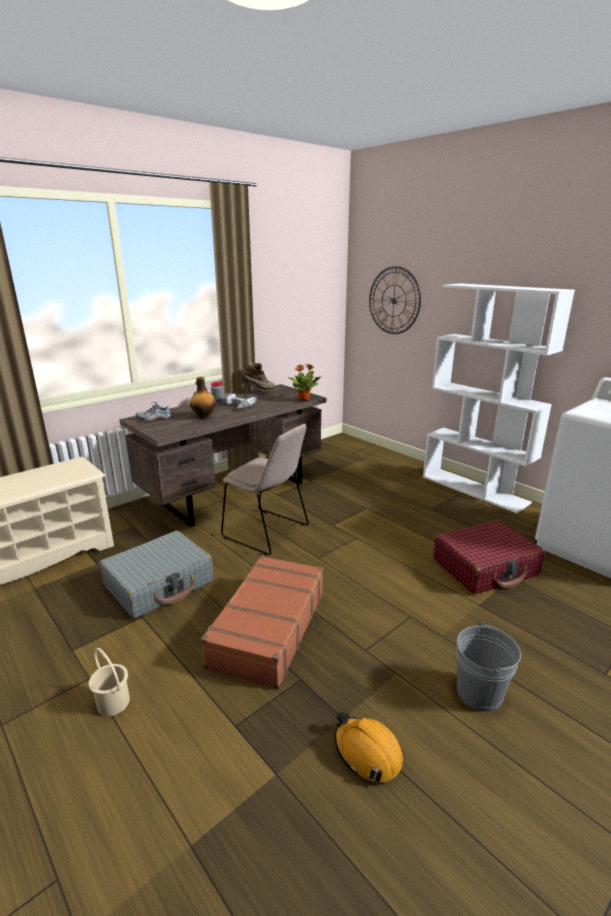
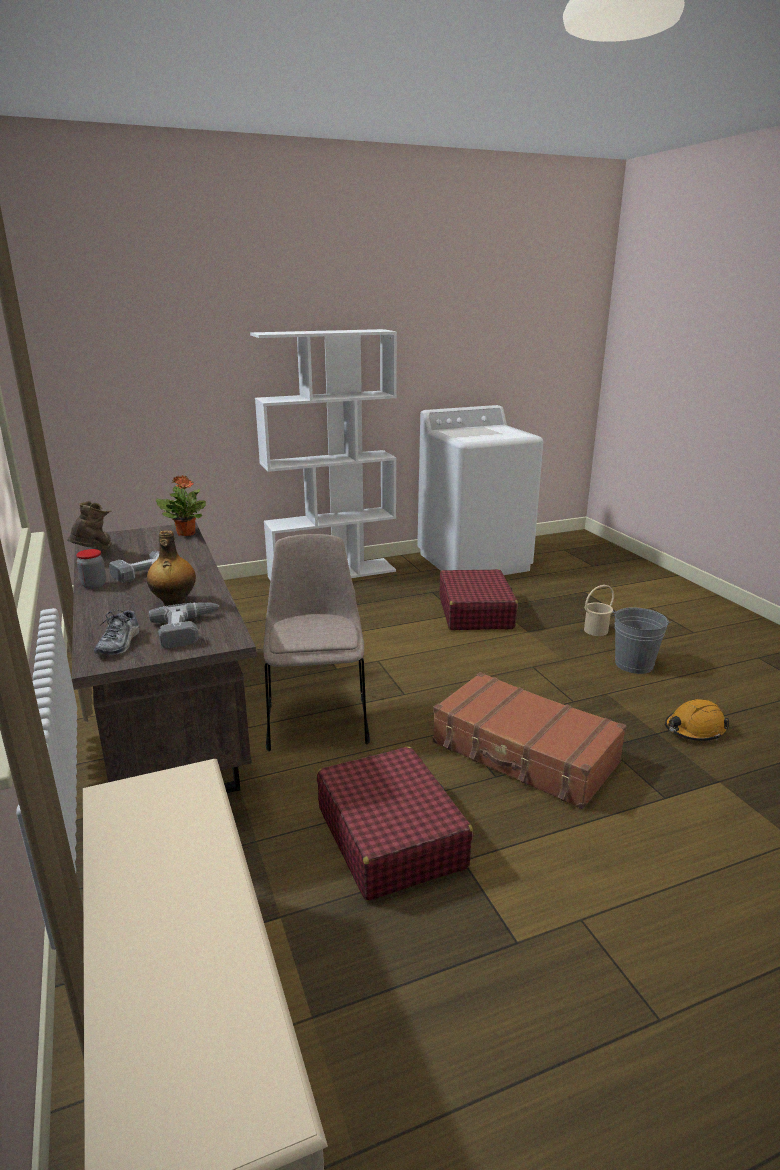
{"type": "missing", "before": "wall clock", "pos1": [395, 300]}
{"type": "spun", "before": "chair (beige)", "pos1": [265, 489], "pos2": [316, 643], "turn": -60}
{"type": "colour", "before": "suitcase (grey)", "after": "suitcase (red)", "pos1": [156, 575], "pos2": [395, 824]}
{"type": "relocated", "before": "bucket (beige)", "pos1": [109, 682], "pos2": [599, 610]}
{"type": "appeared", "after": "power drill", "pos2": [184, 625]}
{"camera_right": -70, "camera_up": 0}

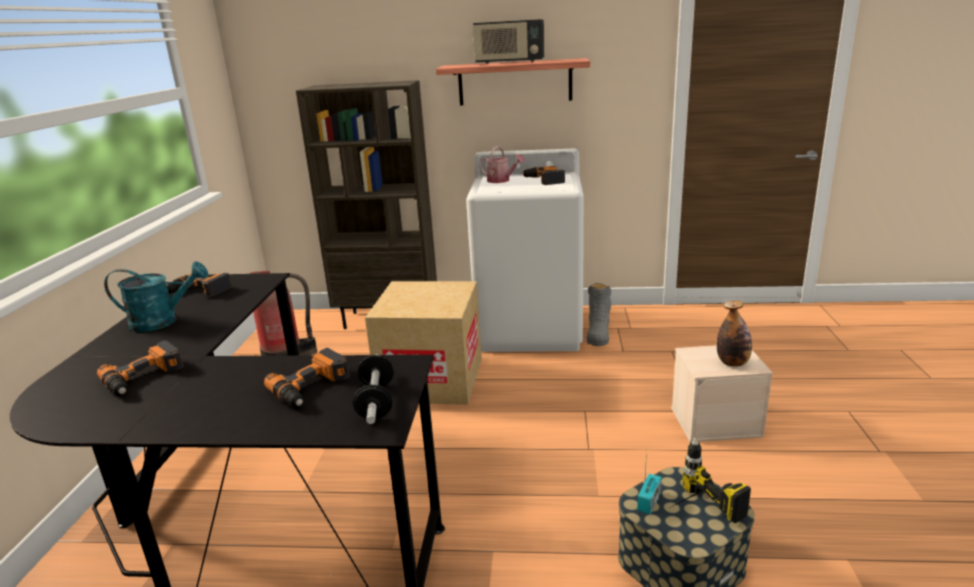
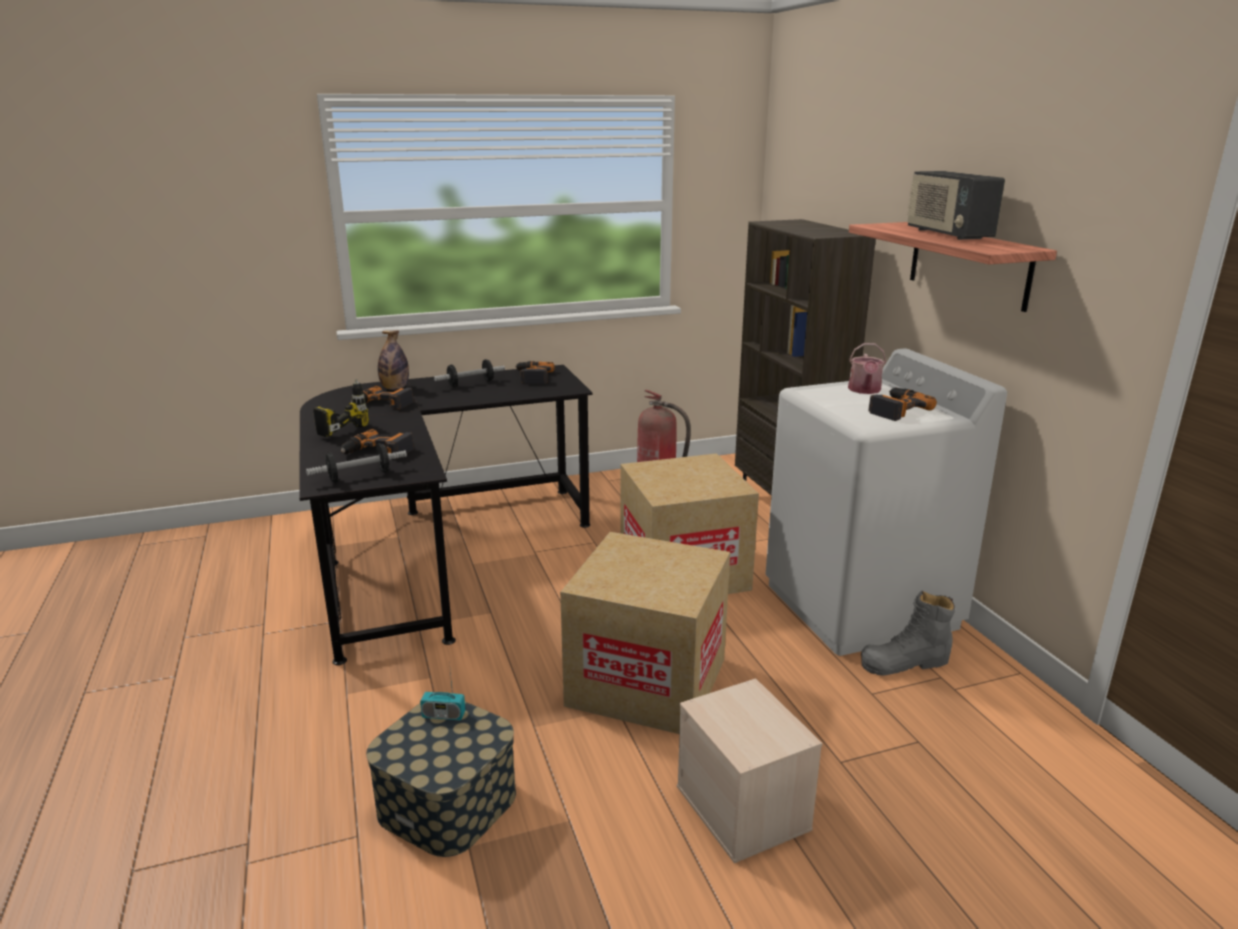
{"type": "exchanged", "before": "watering can (turquoise)", "after": "dumbbell", "pos1": [156, 296], "pos2": [469, 373]}
{"type": "relocated", "before": "bottle", "pos1": [734, 333], "pos2": [393, 360]}
{"type": "relocated", "before": "power drill", "pos1": [711, 480], "pos2": [341, 408]}
{"type": "appeared", "after": "cardboard box", "pos2": [645, 633]}
{"camera_right": 65, "camera_up": 0}

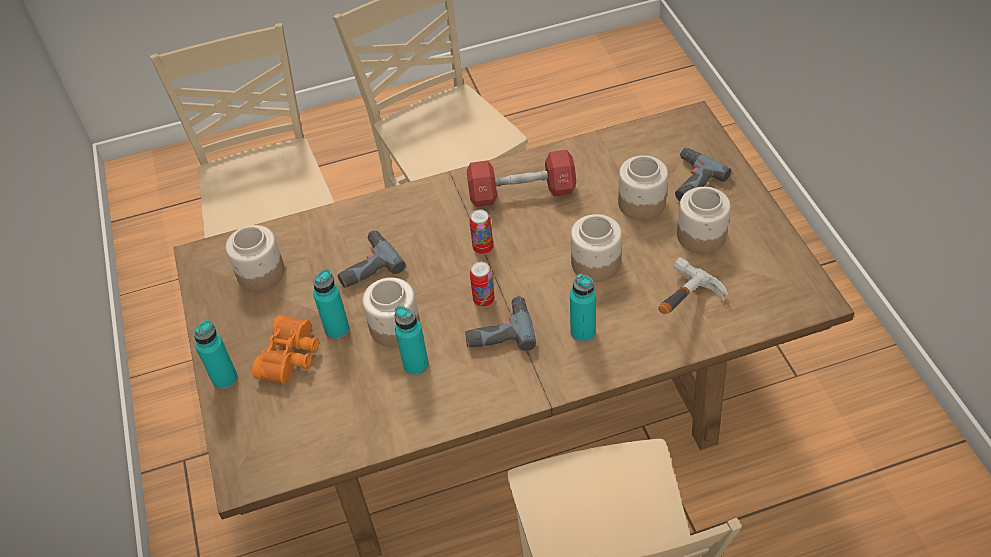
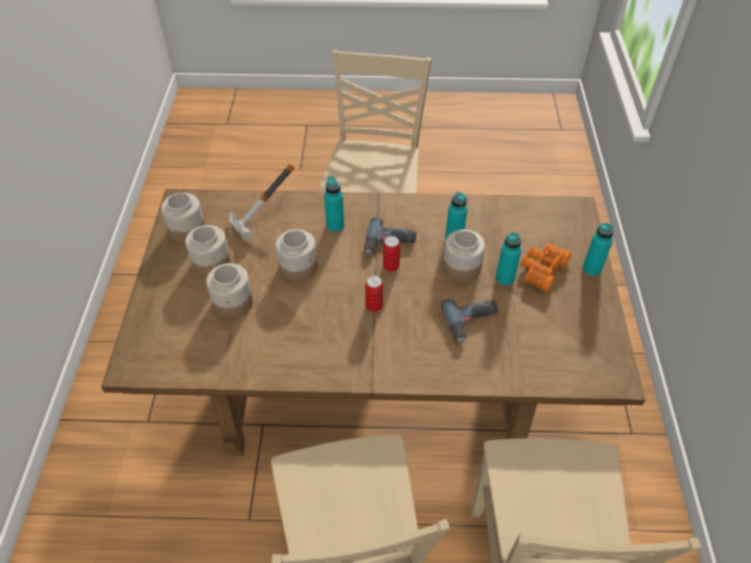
{"type": "missing", "before": "power drill", "pos1": [703, 174]}
{"type": "missing", "before": "dumbbell (red)", "pos1": [521, 178]}
{"type": "relocated", "before": "jar", "pos1": [255, 258], "pos2": [183, 218]}
{"camera_right": -165, "camera_up": 0}

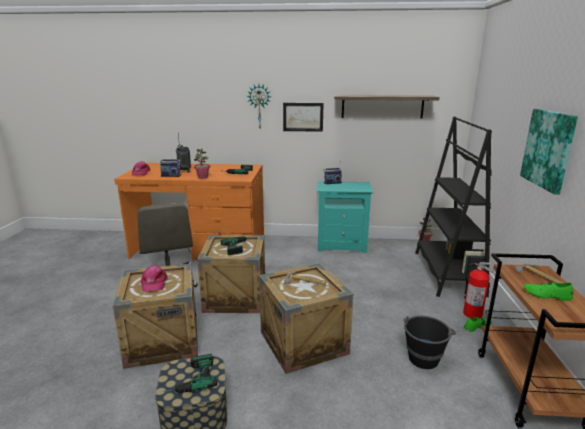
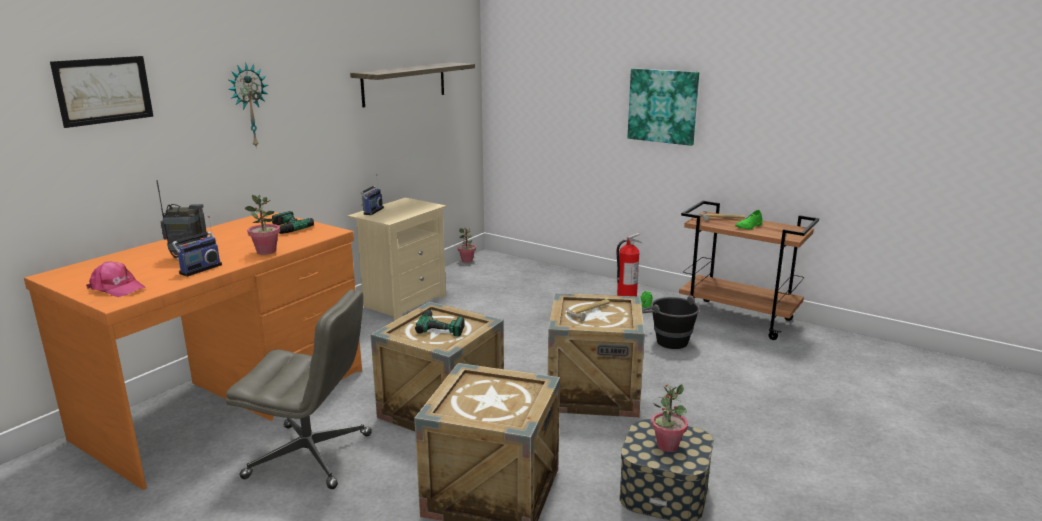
{"type": "relocated", "before": "picture", "pos1": [303, 117], "pos2": [101, 92]}
{"type": "missing", "before": "bookcase (black)", "pos1": [453, 207]}
{"type": "colour", "before": "nightstand (turquoise)", "after": "nightstand (beige)", "pos1": [345, 217], "pos2": [396, 259]}
{"type": "missing", "before": "cap (pink)", "pos1": [154, 278]}
{"type": "exchanged", "before": "power drill", "after": "potted plant", "pos1": [190, 373], "pos2": [669, 418]}
{"camera_right": -60, "camera_up": 0}

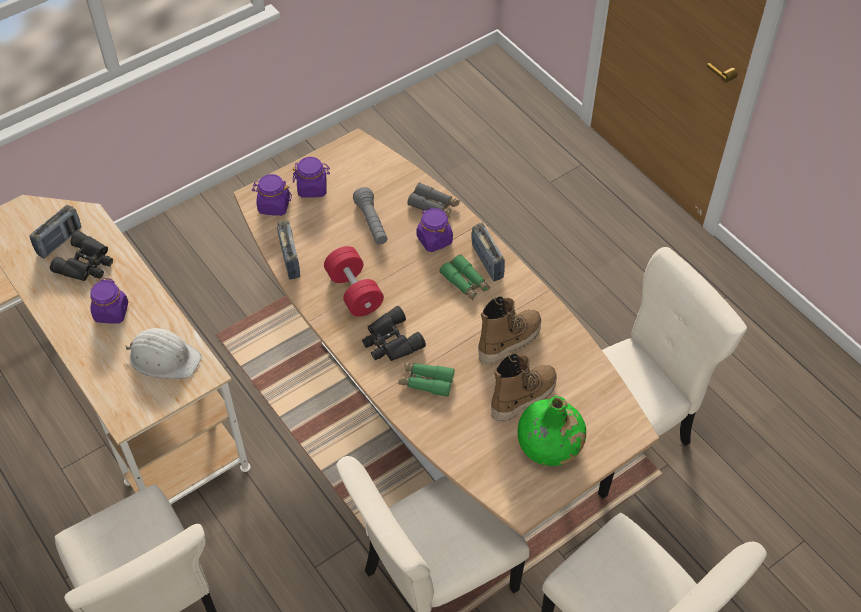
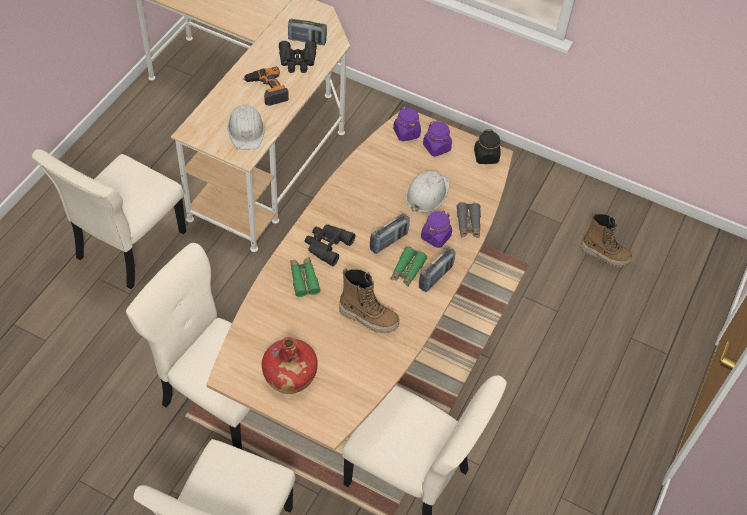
{"type": "exchanged", "before": "flashlight (grey)", "after": "hard hat (white)", "pos1": [370, 216], "pos2": [427, 192]}
{"type": "relocated", "before": "radio", "pos1": [288, 249], "pos2": [390, 233]}
{"type": "missing", "before": "dumbbell (red)", "pos1": [354, 281]}
{"type": "exchanged", "before": "jar (purple)", "after": "power drill", "pos1": [109, 301], "pos2": [266, 86]}
{"type": "relocated", "before": "boot", "pos1": [524, 388], "pos2": [606, 239]}
{"type": "colour", "before": "bottle (green)", "after": "bottle (red)", "pos1": [551, 430], "pos2": [290, 365]}
{"type": "appeared", "after": "jar (black)", "pos2": [487, 147]}
{"camera_right": 60, "camera_up": 0}

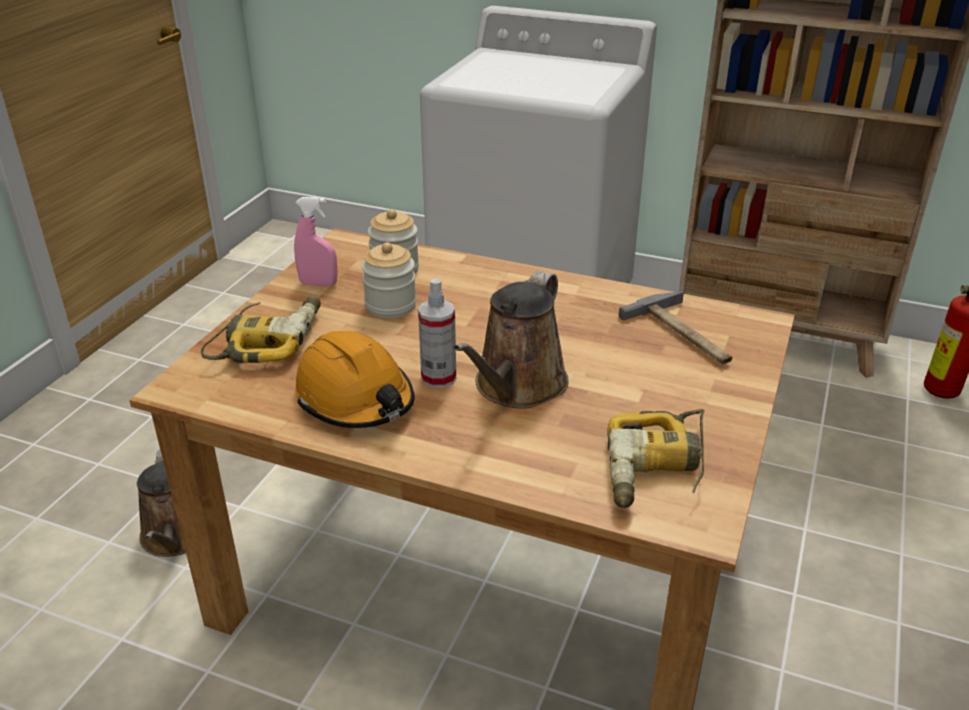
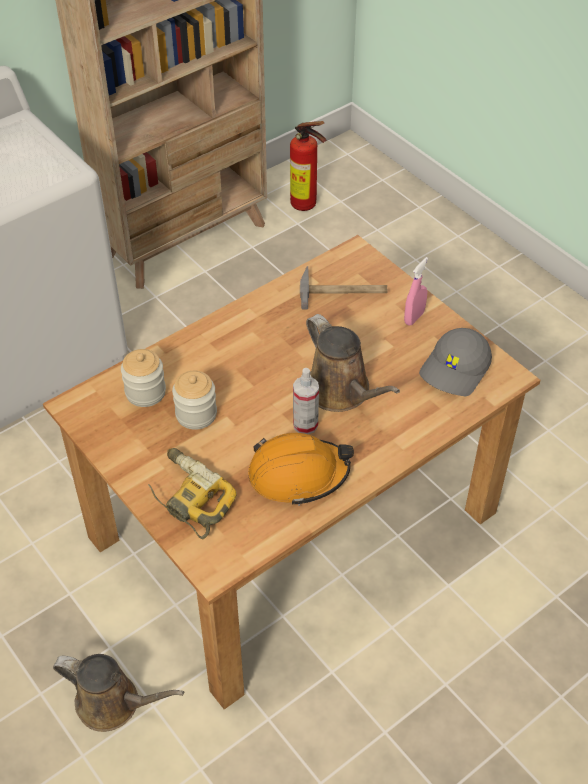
{"type": "relocated", "before": "spray bottle (pink)", "pos1": [315, 241], "pos2": [416, 291]}
{"type": "exchanged", "before": "power drill", "after": "cap (grey)", "pos1": [655, 458], "pos2": [455, 362]}
{"camera_right": -60, "camera_up": 15}

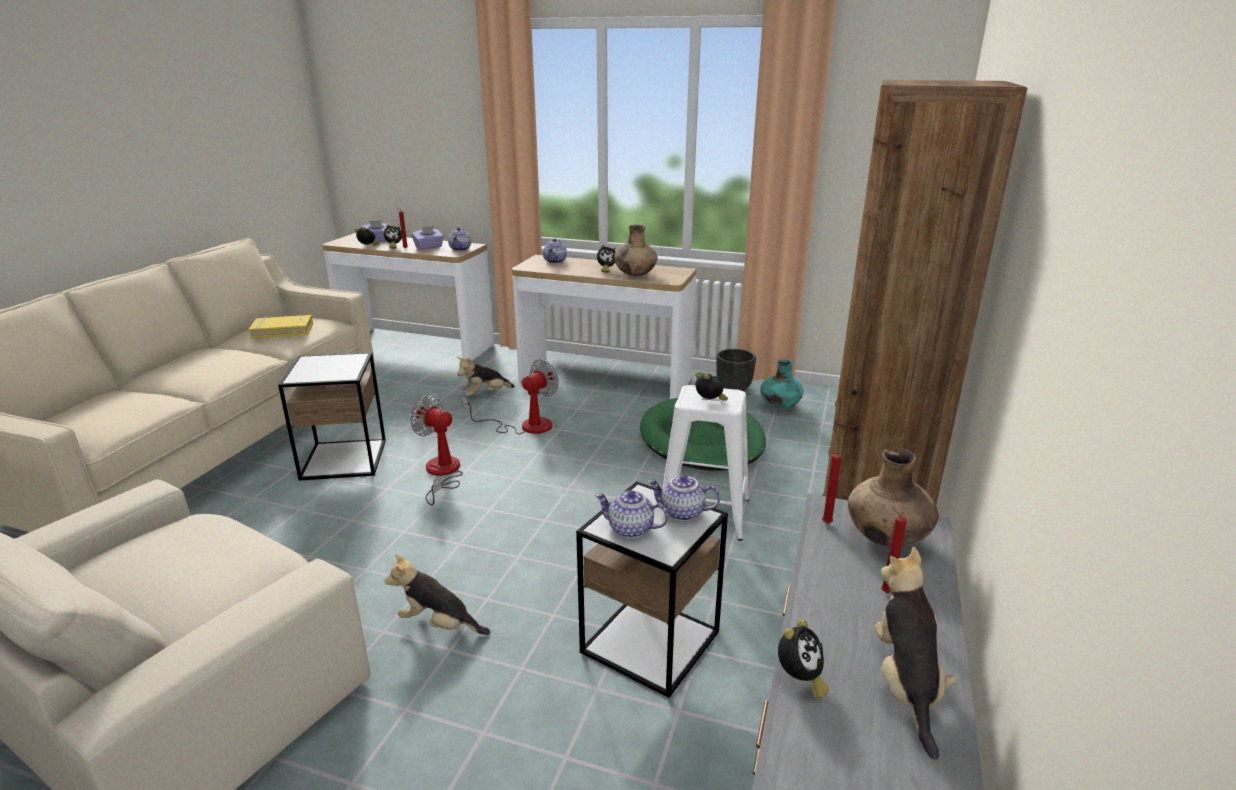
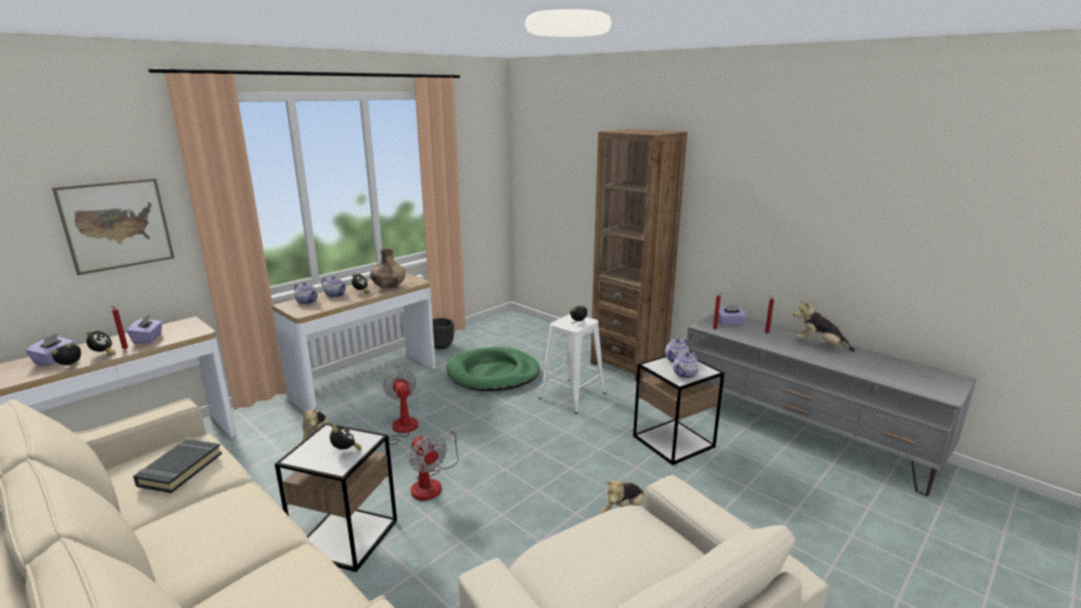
{"type": "relocated", "before": "teapot", "pos1": [459, 239], "pos2": [334, 287]}
{"type": "colour", "before": "book (yellow)", "after": "book (black)", "pos1": [280, 327], "pos2": [177, 466]}
{"type": "missing", "before": "vase (turquoise)", "pos1": [782, 384]}
{"type": "spun", "before": "fan", "pos1": [436, 450], "pos2": [434, 462], "turn": -90}
{"type": "exchanged", "before": "vase (brown)", "after": "tissue box (purple)", "pos1": [893, 497], "pos2": [732, 315]}
{"type": "relocated", "before": "alarm clock", "pos1": [803, 659], "pos2": [345, 437]}
{"type": "appeared", "after": "picture", "pos2": [113, 226]}
{"camera_right": -65, "camera_up": -5}

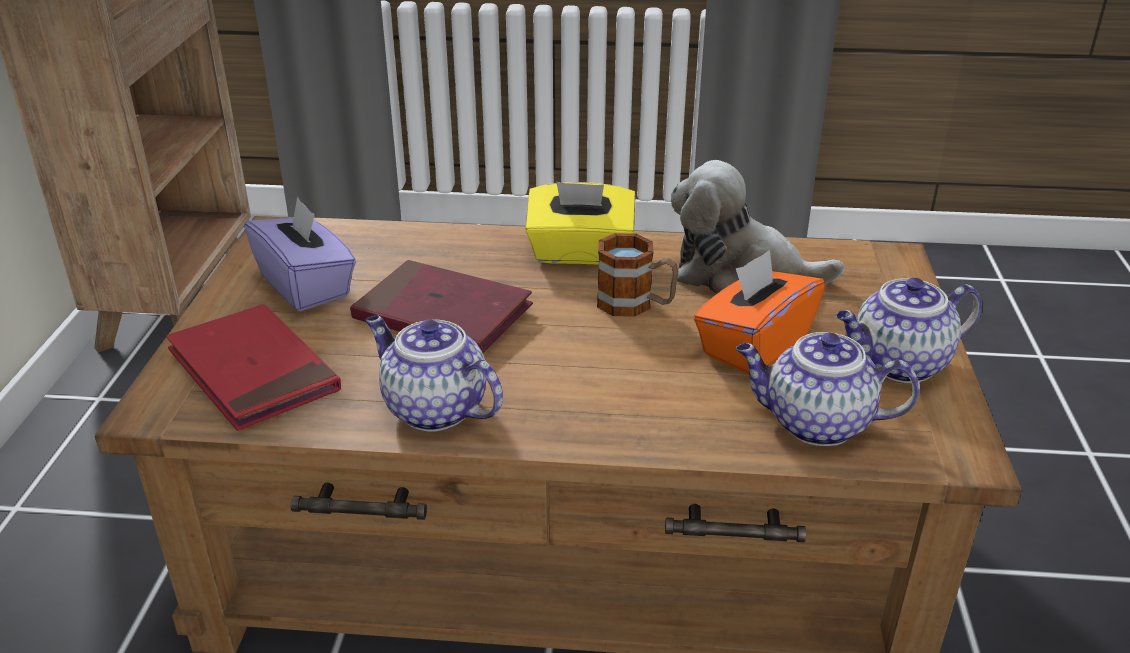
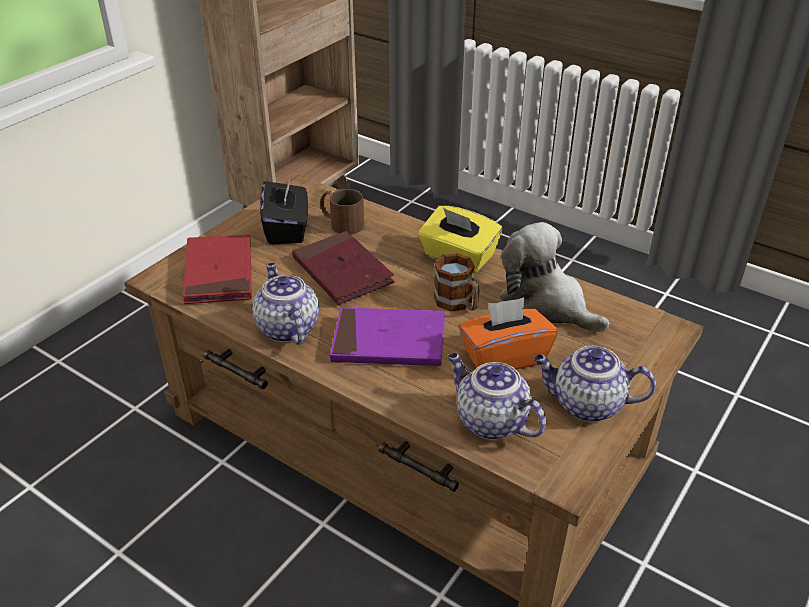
{"type": "colour", "before": "tissue box (purple)", "after": "tissue box (black)", "pos1": [300, 254], "pos2": [284, 210]}
{"type": "appeared", "after": "mug (brown)", "pos2": [342, 212]}
{"type": "appeared", "after": "book (purple)", "pos2": [387, 336]}
{"camera_right": 30, "camera_up": 5}

